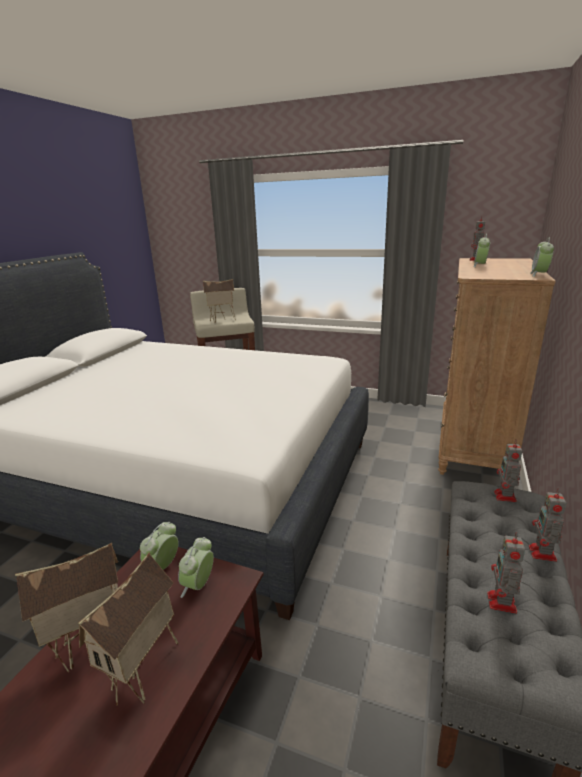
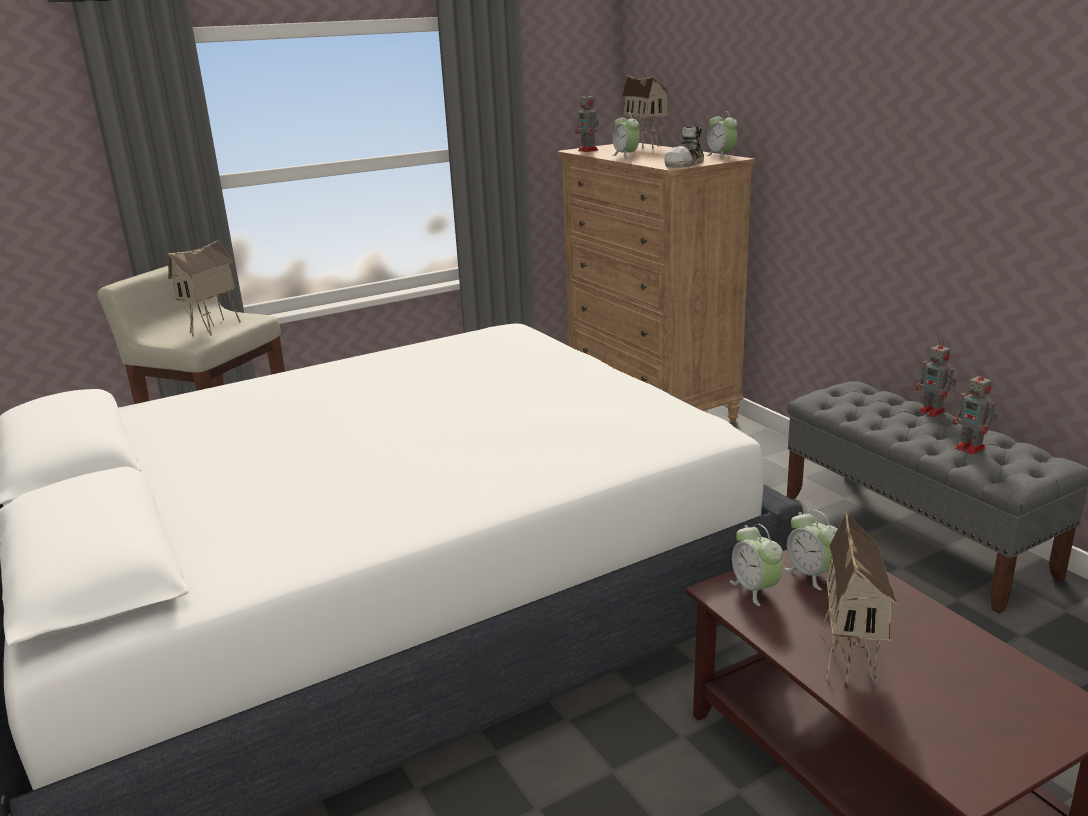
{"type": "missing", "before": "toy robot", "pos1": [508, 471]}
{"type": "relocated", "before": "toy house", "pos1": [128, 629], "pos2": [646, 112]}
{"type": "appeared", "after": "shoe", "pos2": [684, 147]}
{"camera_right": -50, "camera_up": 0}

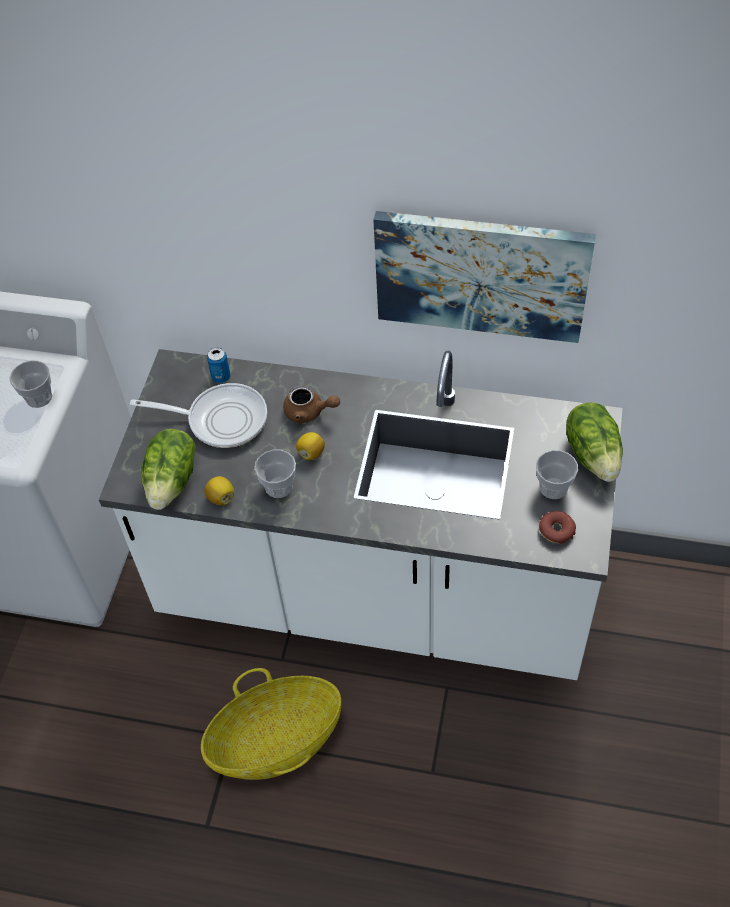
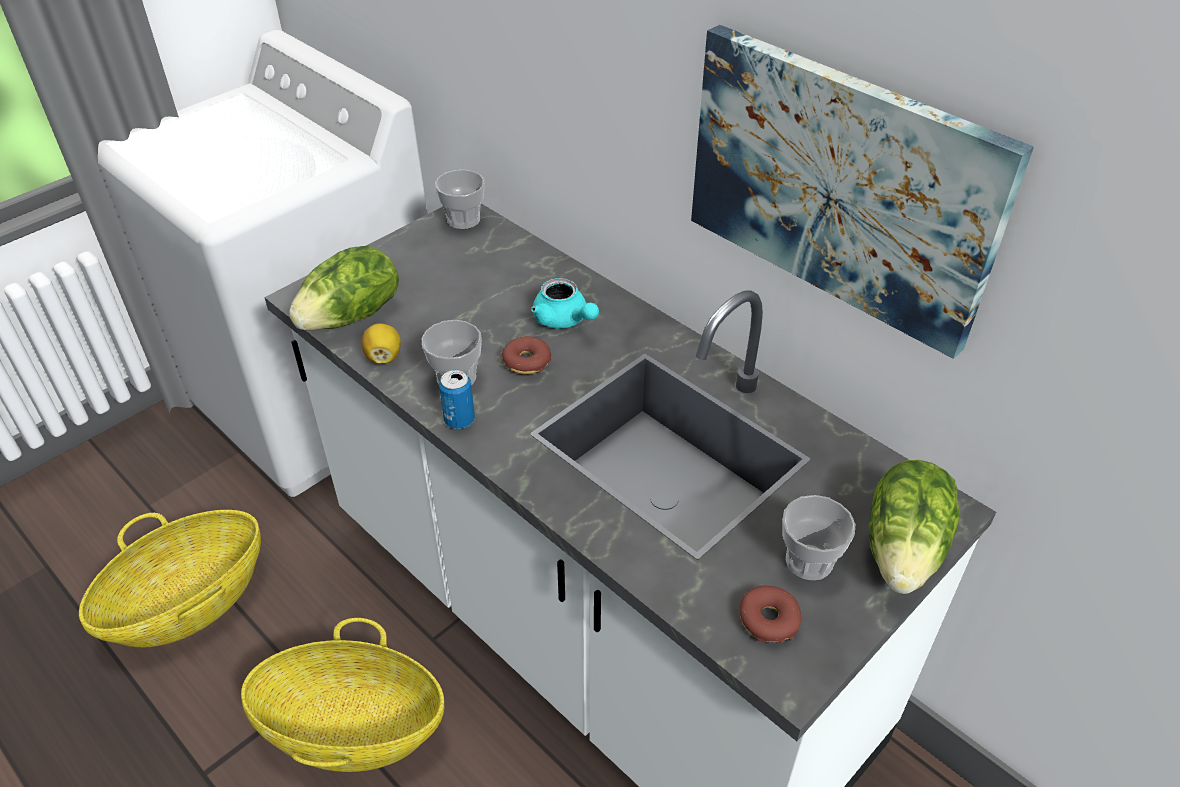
{"type": "relocated", "before": "can", "pos1": [218, 365], "pos2": [457, 399]}
{"type": "relocated", "before": "cup", "pos1": [30, 384], "pos2": [460, 199]}
{"type": "missing", "before": "frying pan", "pos1": [198, 415]}
{"type": "colour", "before": "teapot (brown)", "after": "teapot (turquoise)", "pos1": [311, 404], "pos2": [565, 303]}
{"type": "exchanged", "before": "lemon", "after": "donut", "pos1": [310, 446], "pos2": [526, 355]}
{"type": "appeared", "after": "basket", "pos2": [170, 578]}
{"camera_right": 30, "camera_up": -10}

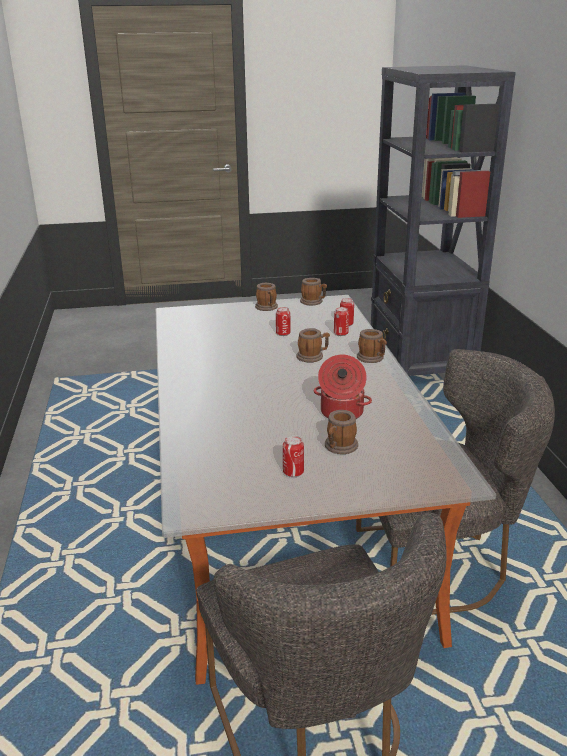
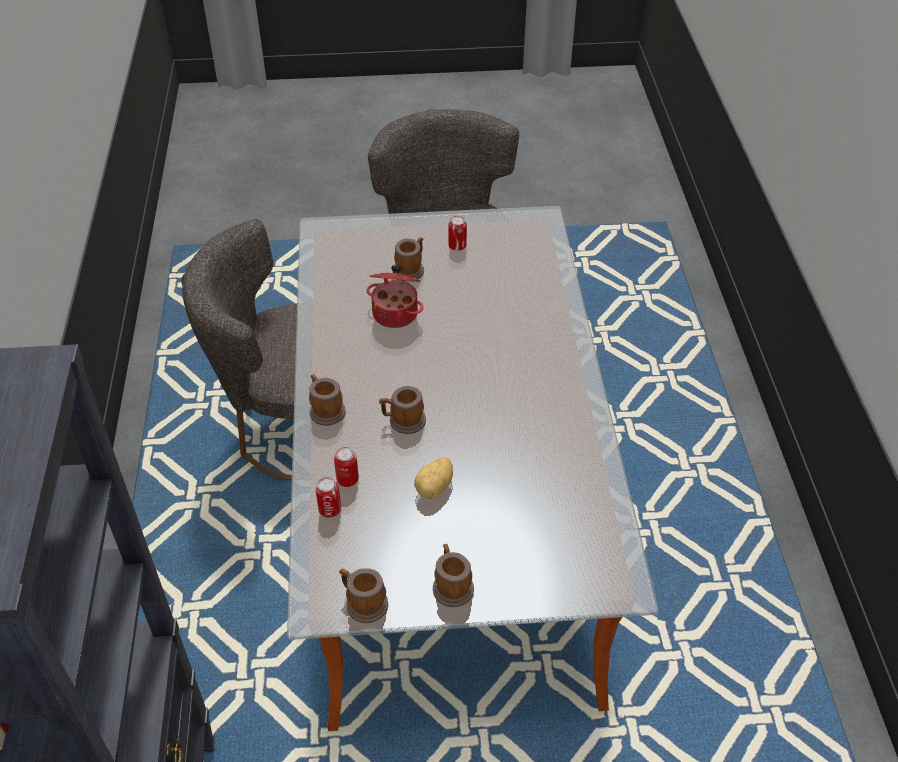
{"type": "exchanged", "before": "can", "after": "potato", "pos1": [283, 321], "pos2": [433, 478]}
{"camera_right": -175, "camera_up": 20}

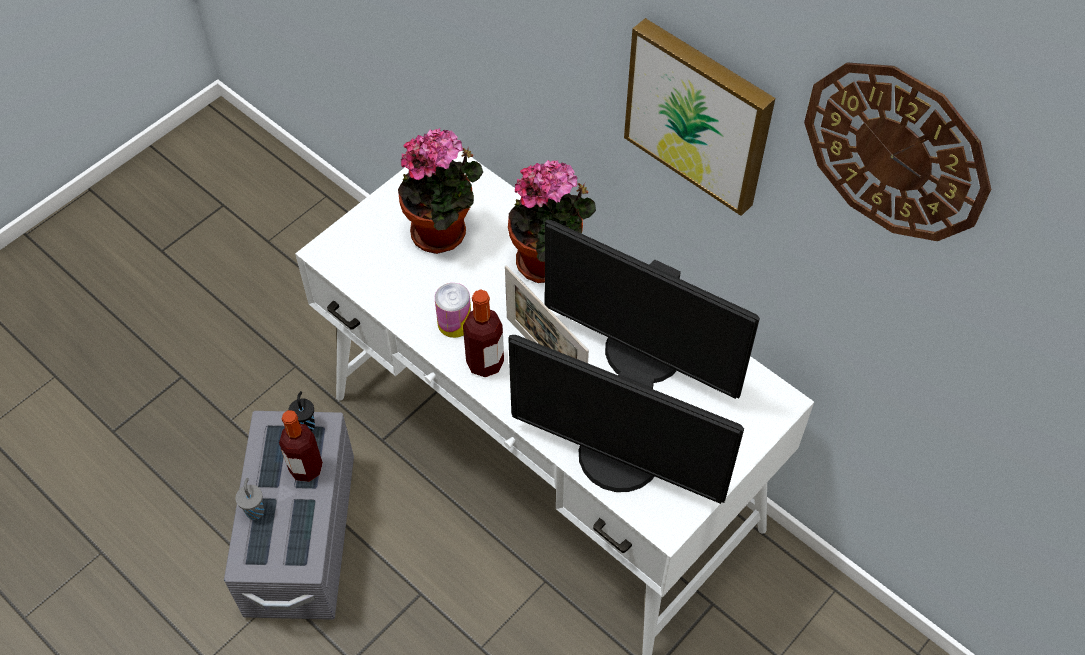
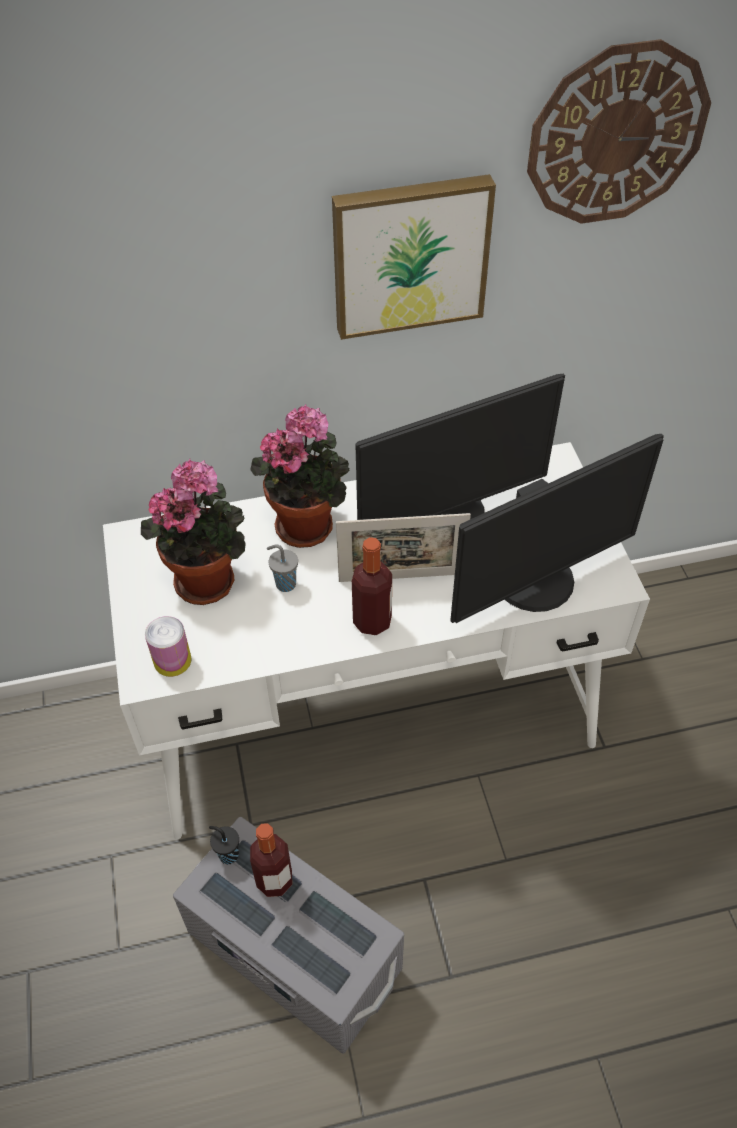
{"type": "relocated", "before": "can", "pos1": [453, 310], "pos2": [168, 646]}
{"type": "relocated", "before": "cup (grey)", "pos1": [249, 499], "pos2": [282, 568]}
{"camera_right": -55, "camera_up": -5}

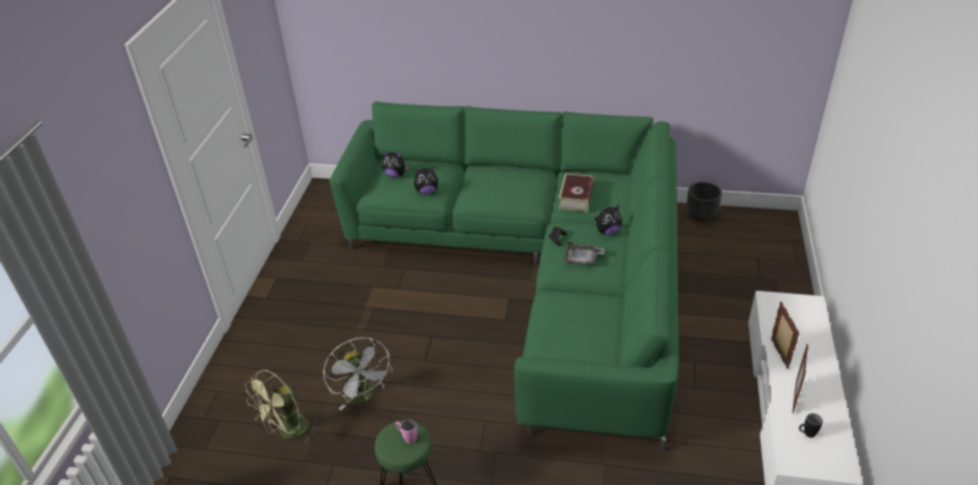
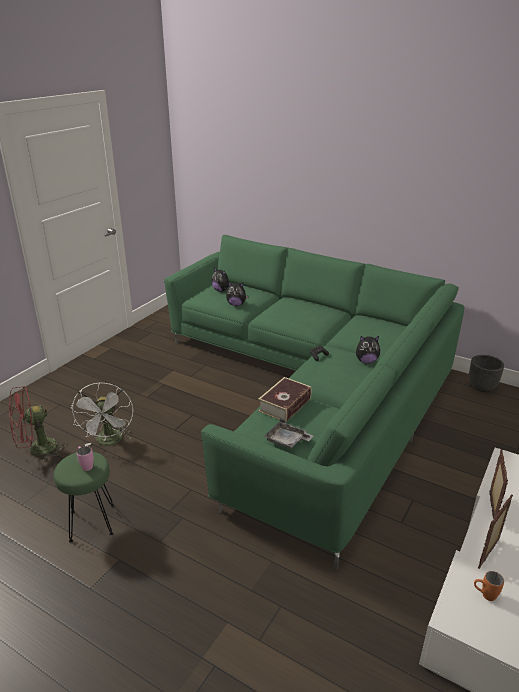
{"type": "relocated", "before": "book", "pos1": [576, 192], "pos2": [284, 399]}
{"type": "relocated", "before": "tray (grey)", "pos1": [584, 253], "pos2": [289, 434]}
{"type": "colour", "before": "fan (green)", "after": "fan (red)", "pos1": [282, 406], "pos2": [37, 423]}
{"type": "colour", "before": "mug (black)", "after": "mug (orange)", "pos1": [811, 425], "pos2": [489, 586]}
{"camera_right": 20, "camera_up": -10}

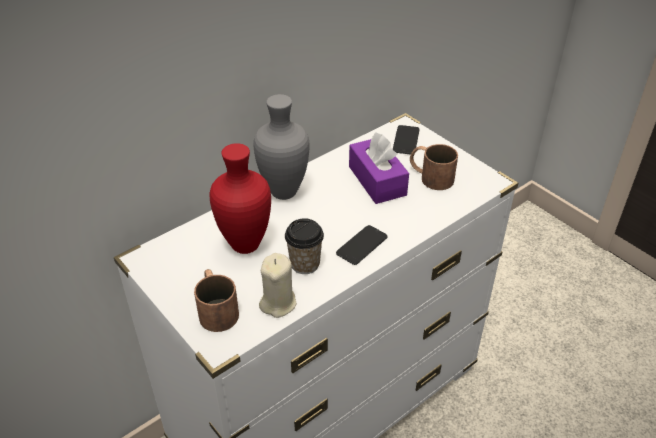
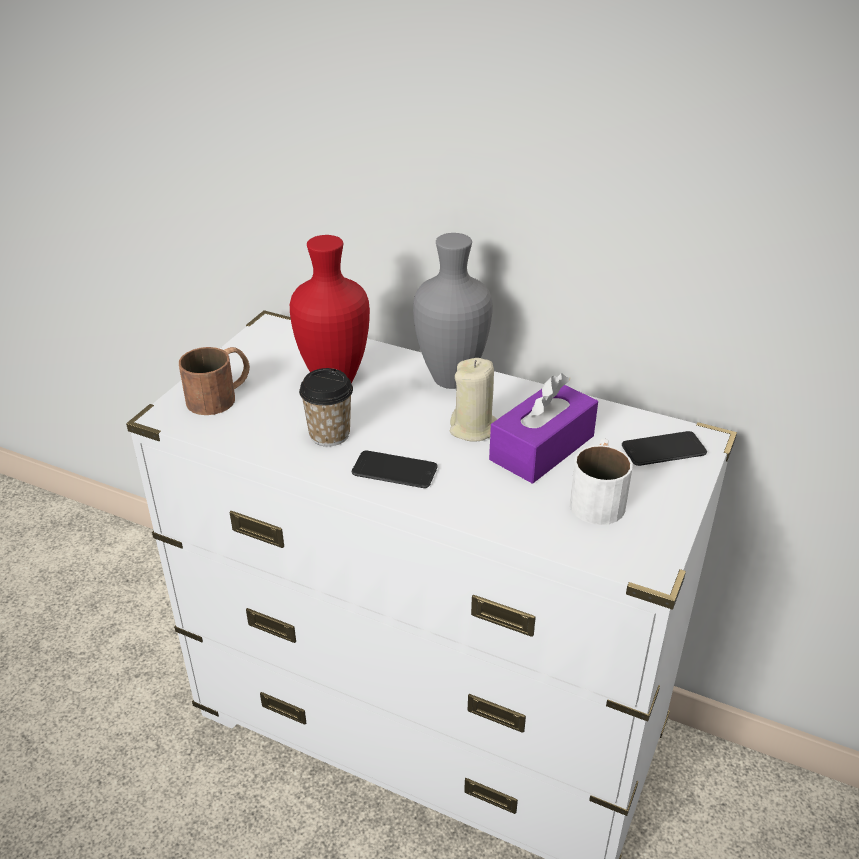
{"type": "colour", "before": "mug (brown)", "after": "mug (white)", "pos1": [434, 167], "pos2": [600, 481]}
{"type": "relocated", "before": "candle (beige)", "pos1": [278, 285], "pos2": [473, 400]}
{"camera_right": 65, "camera_up": -5}

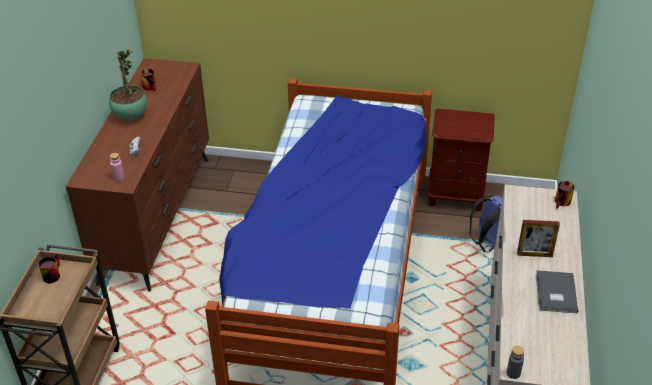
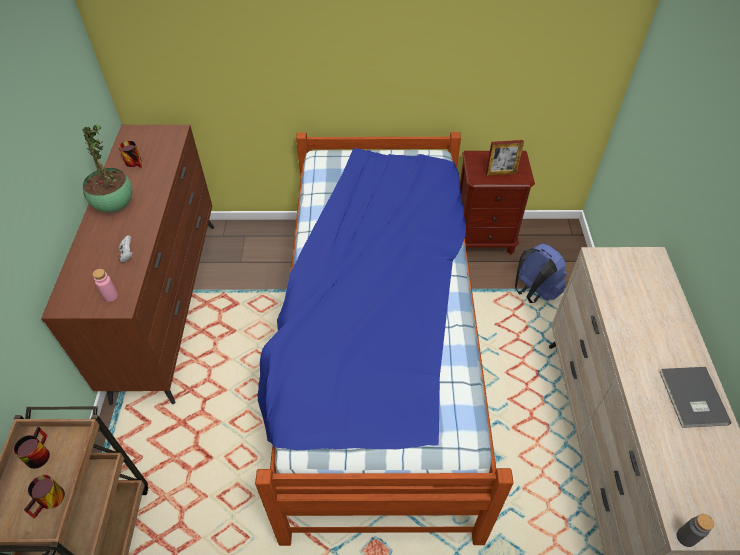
{"type": "relocated", "before": "mug", "pos1": [564, 195], "pos2": [44, 497]}
{"type": "relocated", "before": "picture frame", "pos1": [538, 238], "pos2": [505, 158]}
{"camera_right": -10, "camera_up": 10}

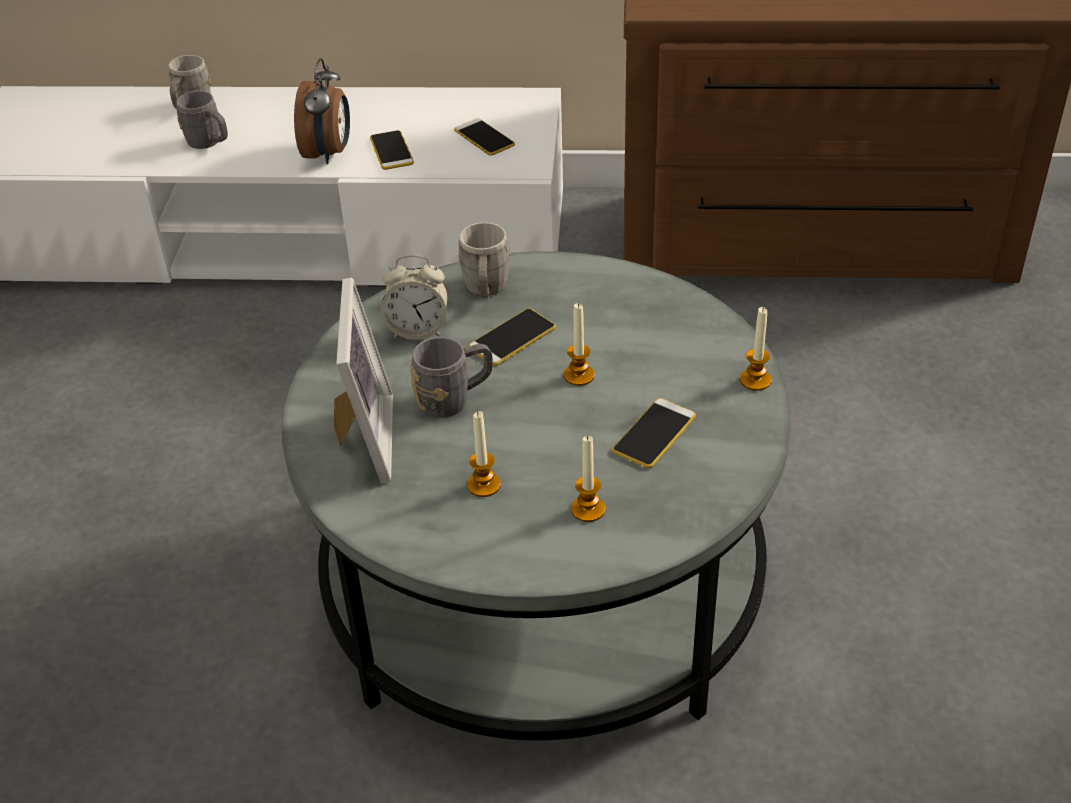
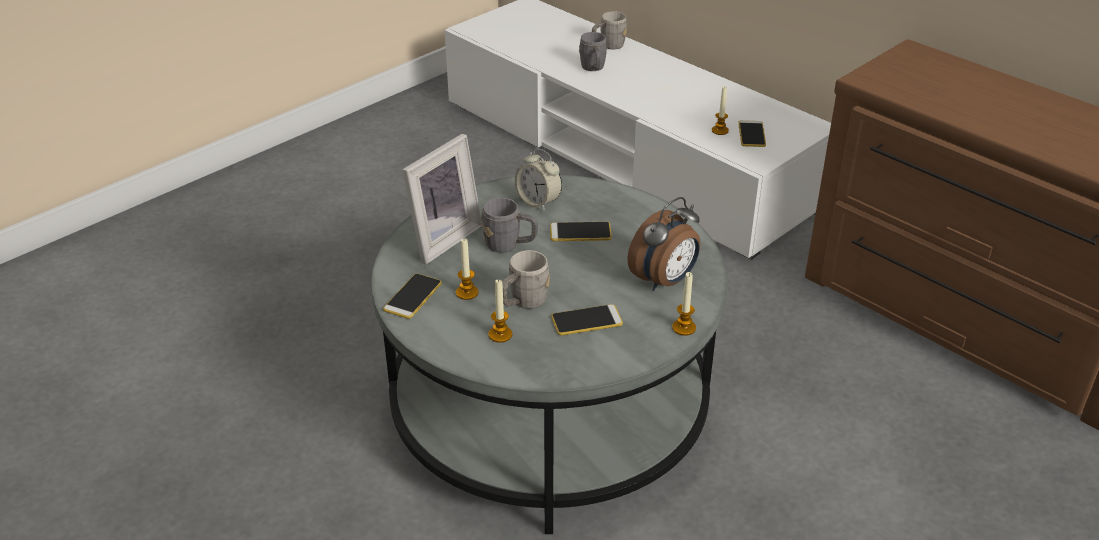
{"type": "relocated", "before": "alarm clock", "pos1": [322, 111], "pos2": [663, 244]}
{"type": "relocated", "before": "phone", "pos1": [392, 150], "pos2": [412, 296]}
{"type": "relocated", "before": "mug (grey)", "pos1": [484, 260], "pos2": [526, 279]}
{"type": "relocated", "before": "candle", "pos1": [579, 344], "pos2": [720, 110]}
{"camera_right": 40, "camera_up": -5}

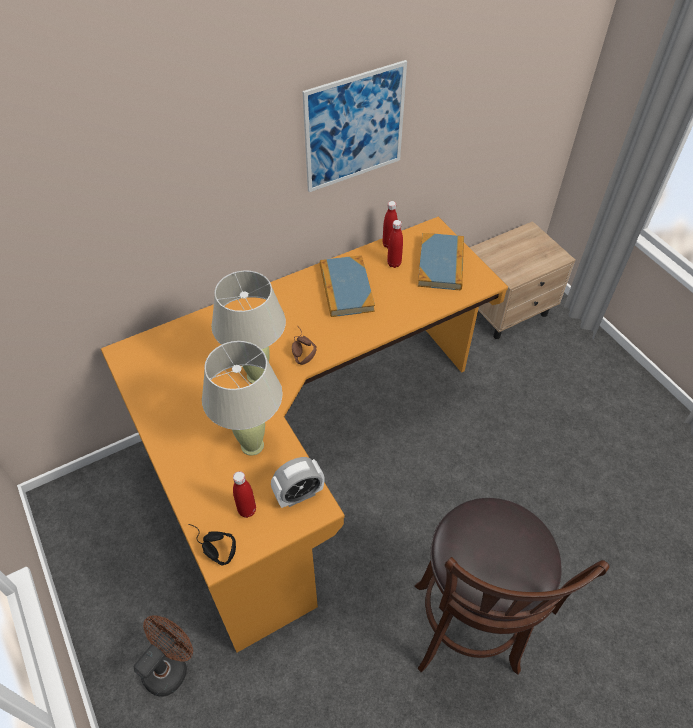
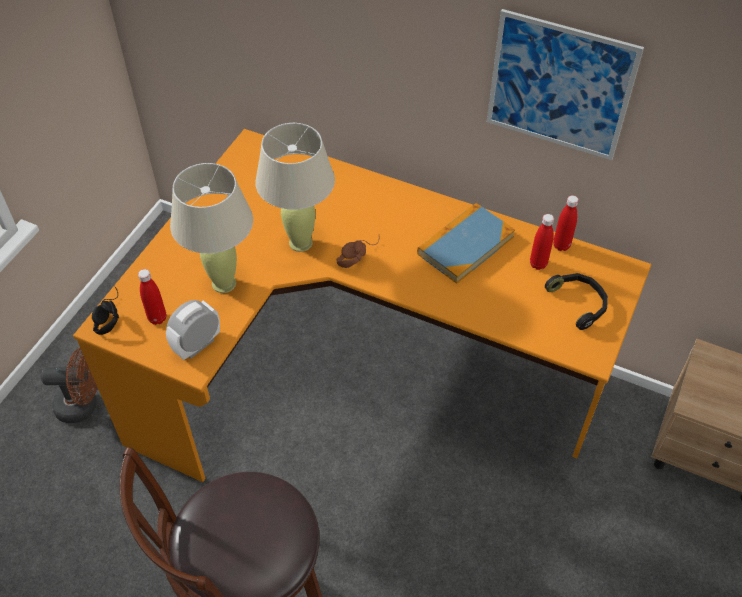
{"type": "exchanged", "before": "book", "after": "headphones (black)", "pos1": [441, 261], "pos2": [576, 301]}
{"type": "spun", "before": "alarm clock", "pos1": [298, 482], "pos2": [193, 330], "turn": 105}
{"camera_right": 55, "camera_up": 0}

